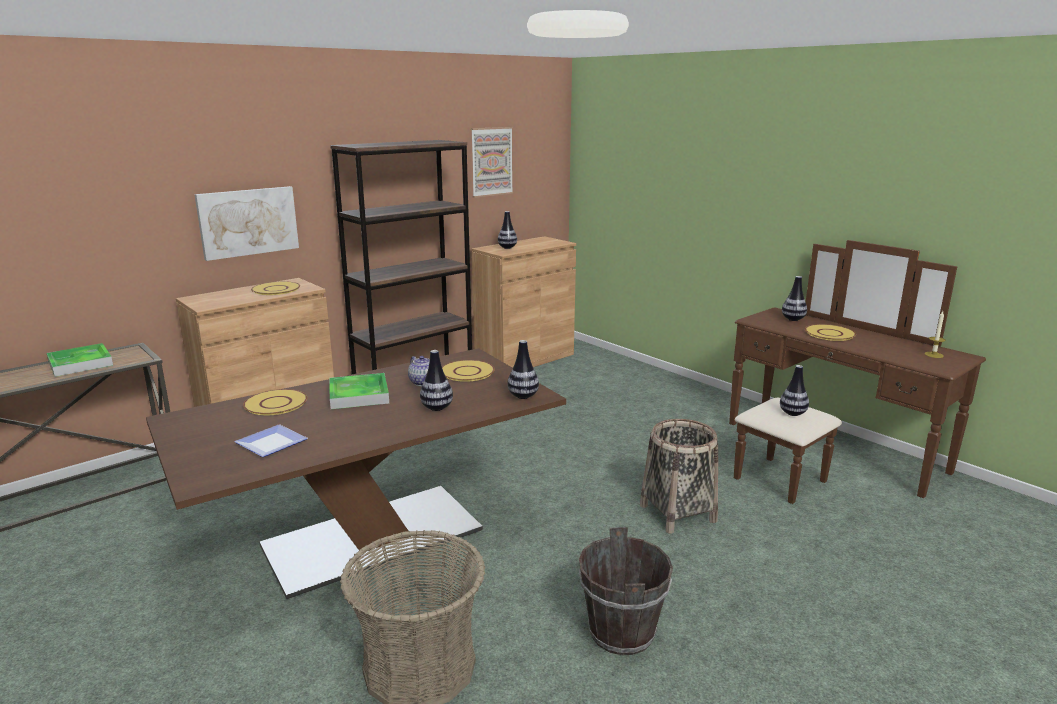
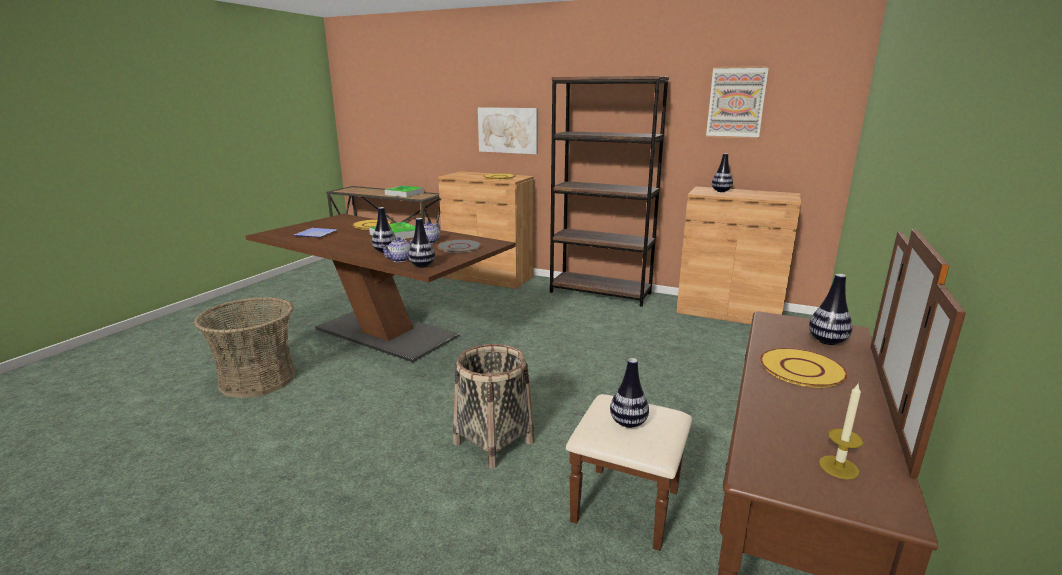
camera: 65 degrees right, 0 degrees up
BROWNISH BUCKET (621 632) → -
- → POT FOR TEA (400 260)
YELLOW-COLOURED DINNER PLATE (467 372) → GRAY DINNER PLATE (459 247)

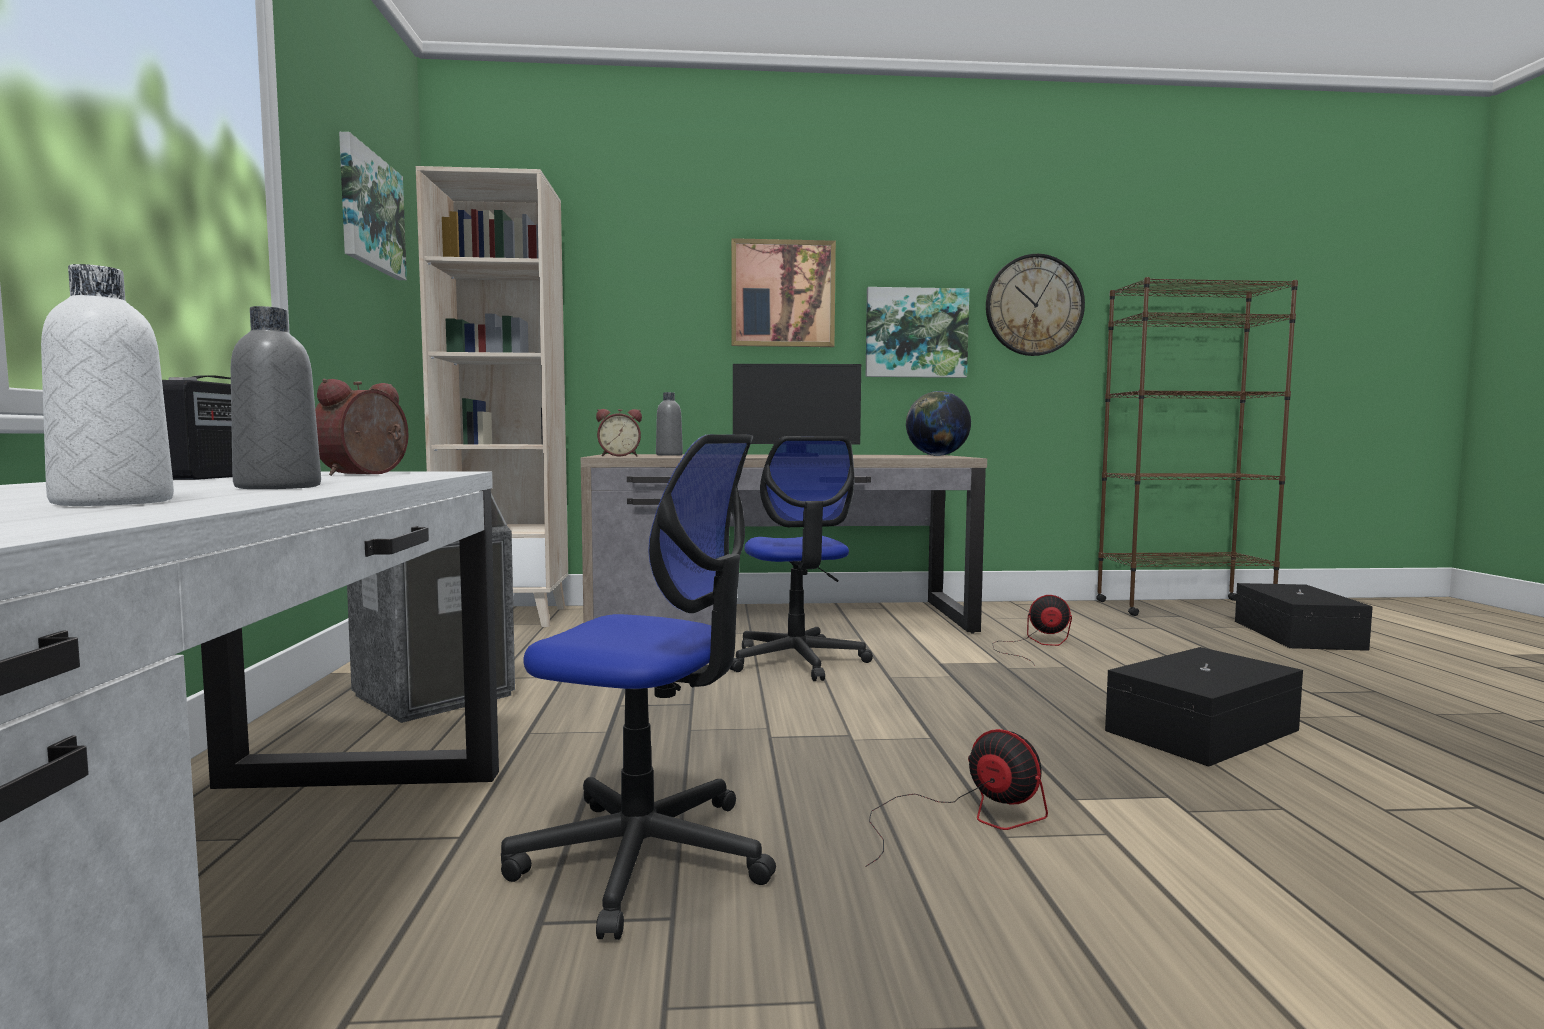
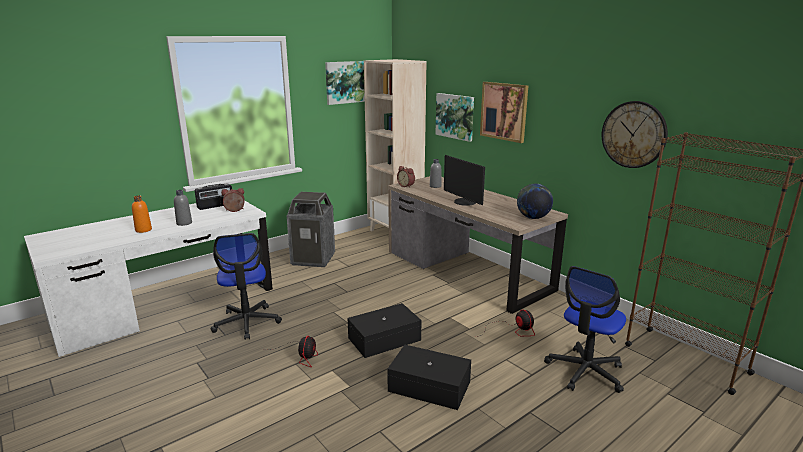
camera: 55 degrees right, 15 degrees up
DESK CHAIR (797 661) → DESK CHAIR (585 371), move
WALL ART (916 333) → WALL ART (455 116), move
BLACK STORAGE BOX (1298 634) → BLACK STORAGE BOX (385 339), move
WHITISH DRINK BOTTLE (113 502) → ORANGEY DRINK BOTTLE (143 230)

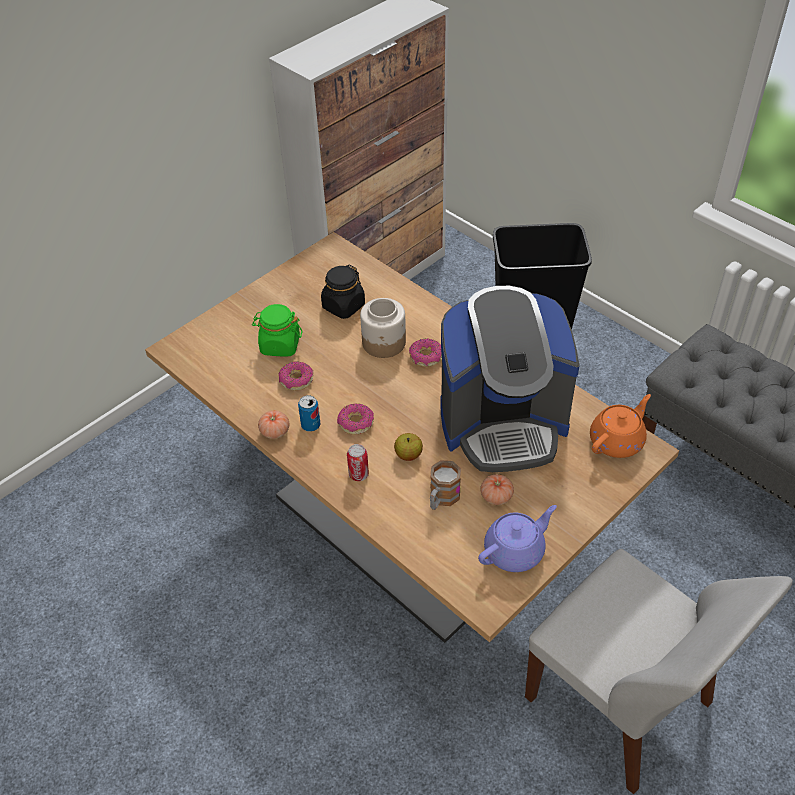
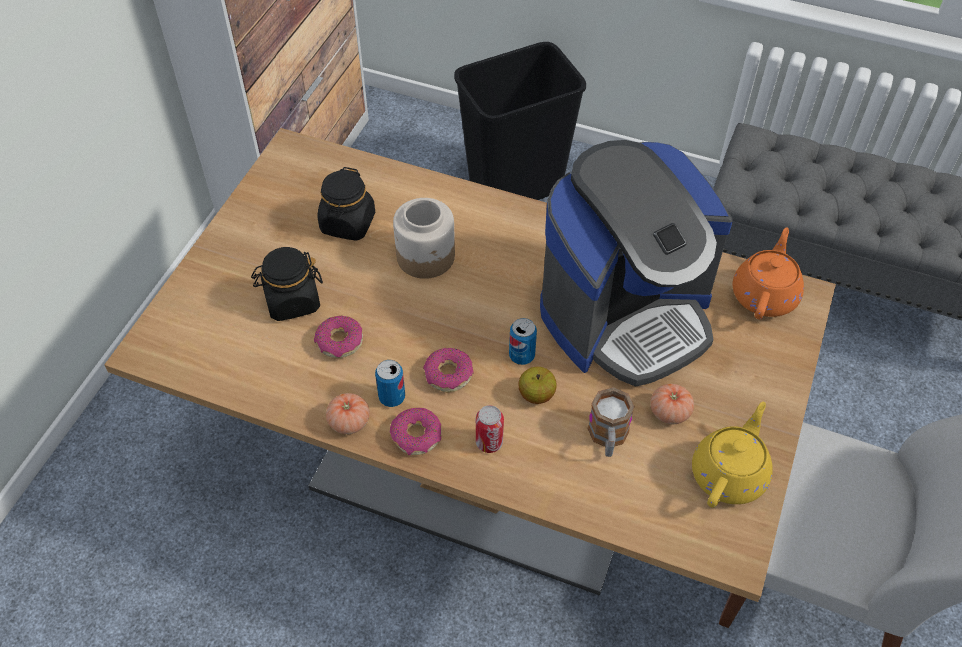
camera: 25 degrees left, 5 degrees up
- → SEALED CAN (521 356)
RING DOUGHNUT (425 357) → RING DOUGHNUT (416 436), move
GREEN JAR (280 345) → BLACK JAR (292 301)
PURPLISH POT FOR TEA (515 551) → YELLOW-COLOURED POT FOR TEA (729 473)

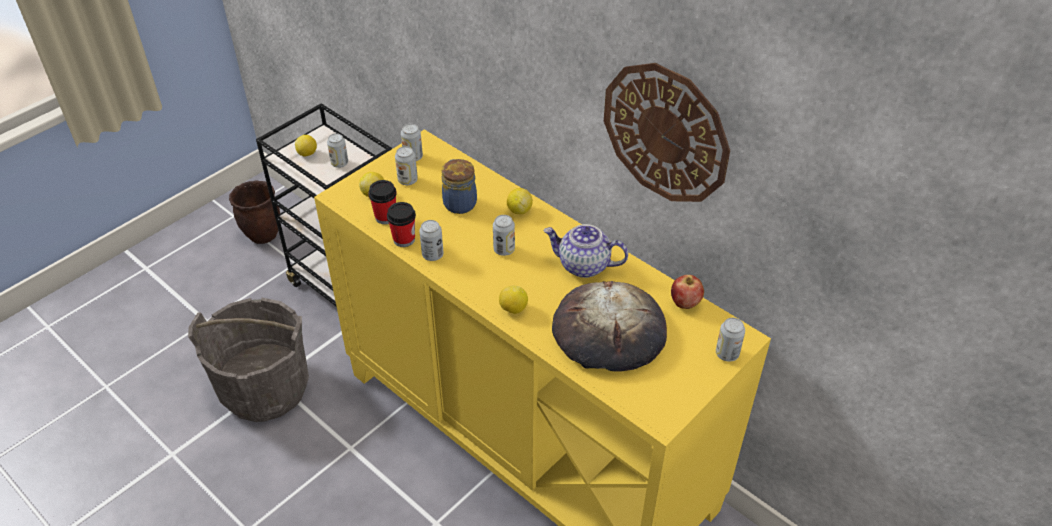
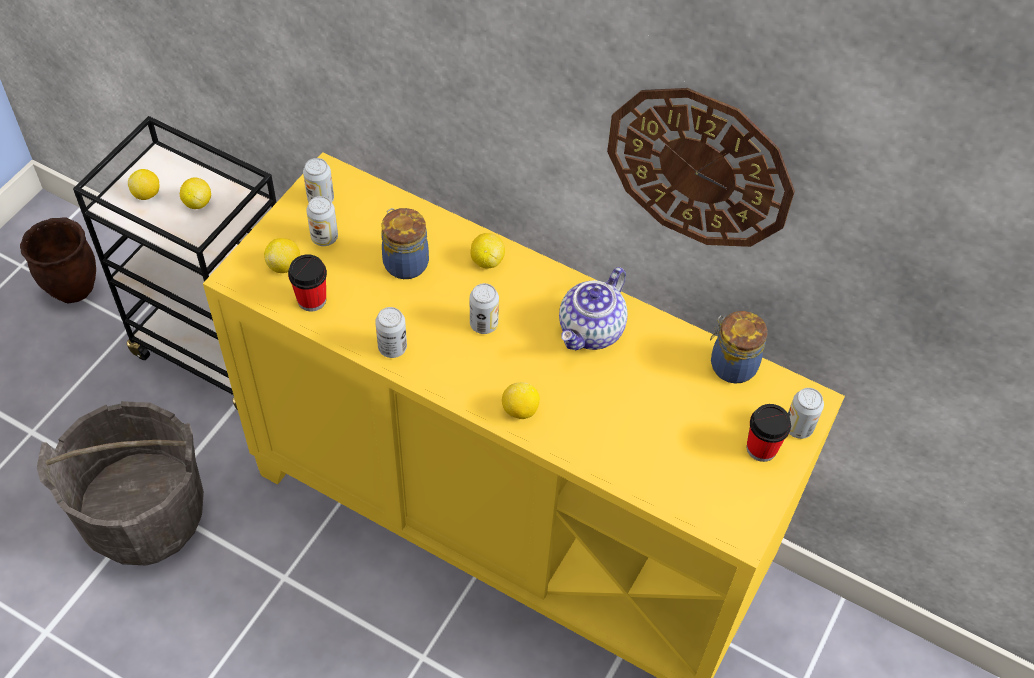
camera: 15 degrees left, 10 degrees up
BREAD (608 332) → -
CUP (404 239) → CUP (761 448), move
SEALED CAN (339 163) → LEMON (197 203)
APPLE FRUIT (685 303) → JAR (731 365)
POT FOR TEA (583 265) → POT FOR TEA (591 331), 60 degrees counterclockwise

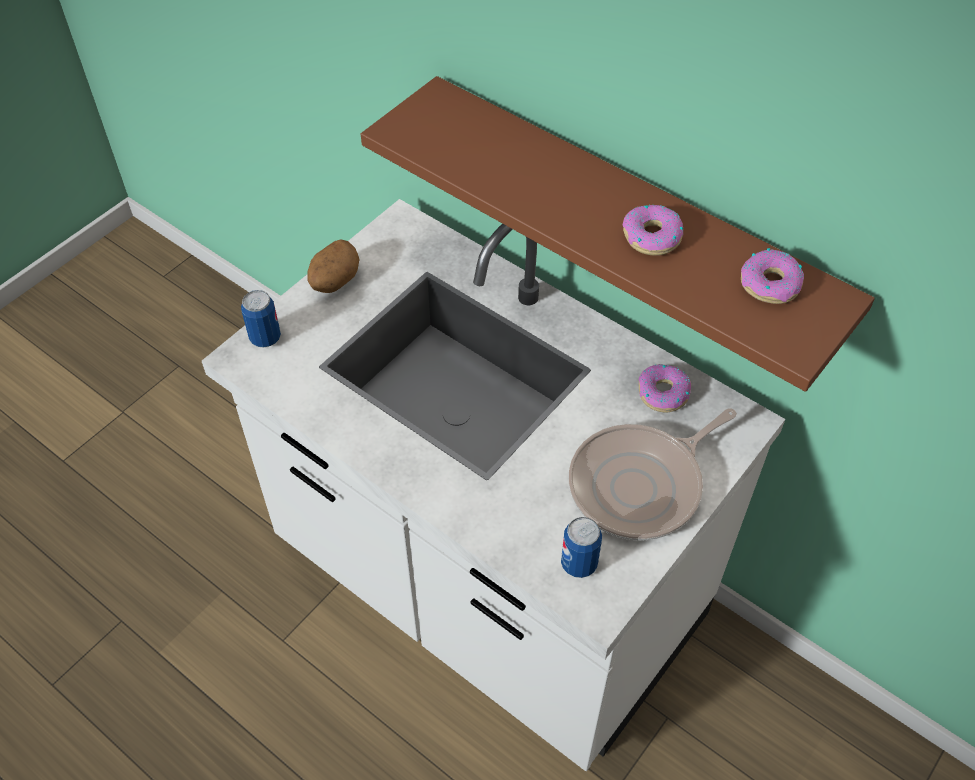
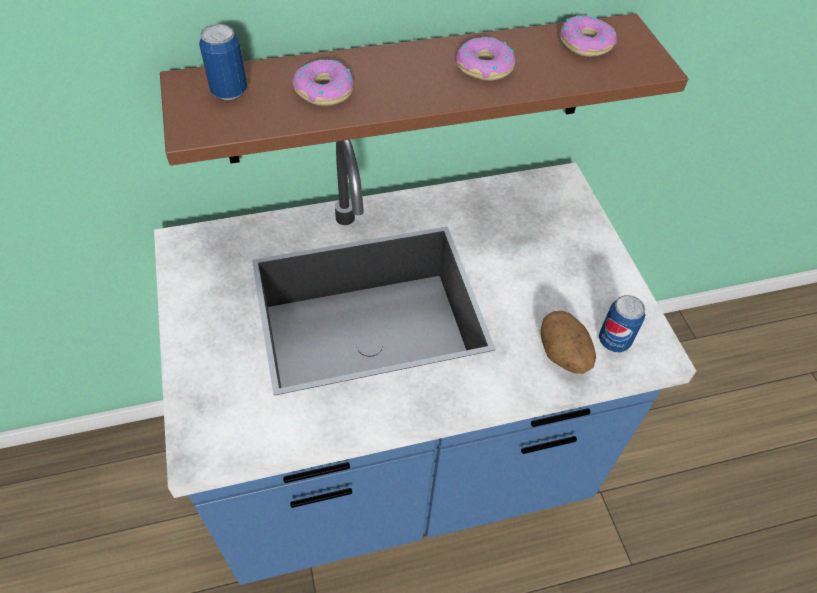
camera: 55 degrees left, 0 degrees up
FRYING PAN (641 485) → -
SEALED CAN (265 338) → SEALED CAN (229 92), move
SPUD (334 281) → SPUD (564 355), move
RING DOUGHNUT (662 393) → RING DOUGHNUT (324 91), move
WHITISH KITCHEN BASE UNIT (487 587) → BLUE-COLOURED KITCHEN BASE UNIT (400 466)

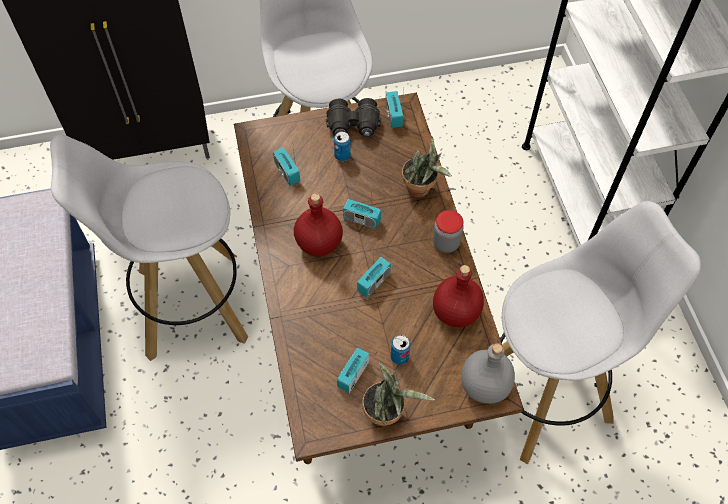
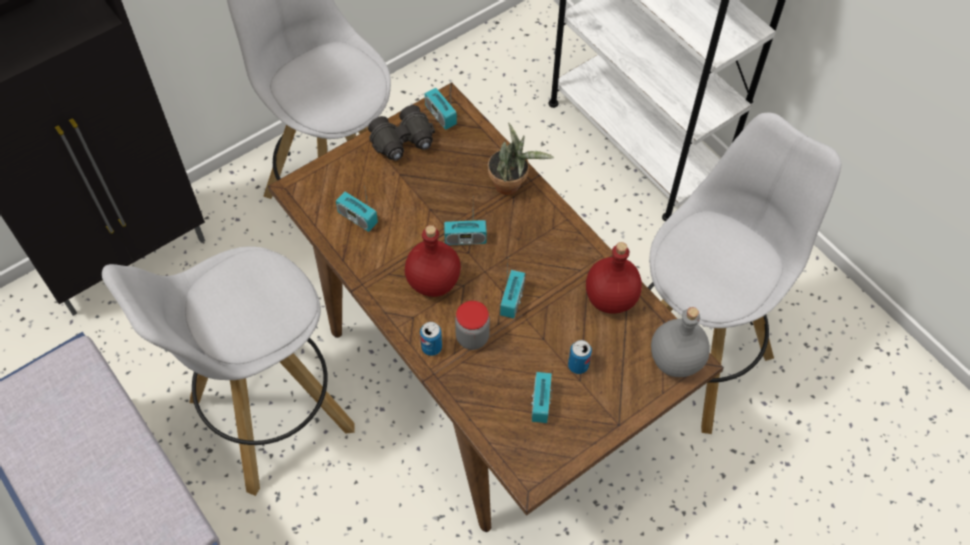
camera: 25 degrees left, 0 degrees up
HOUSEPLANT (387 413) → -
SEALED CAN (342 156) → SEALED CAN (431 347), move
JAR (446 243) → JAR (472 337), move

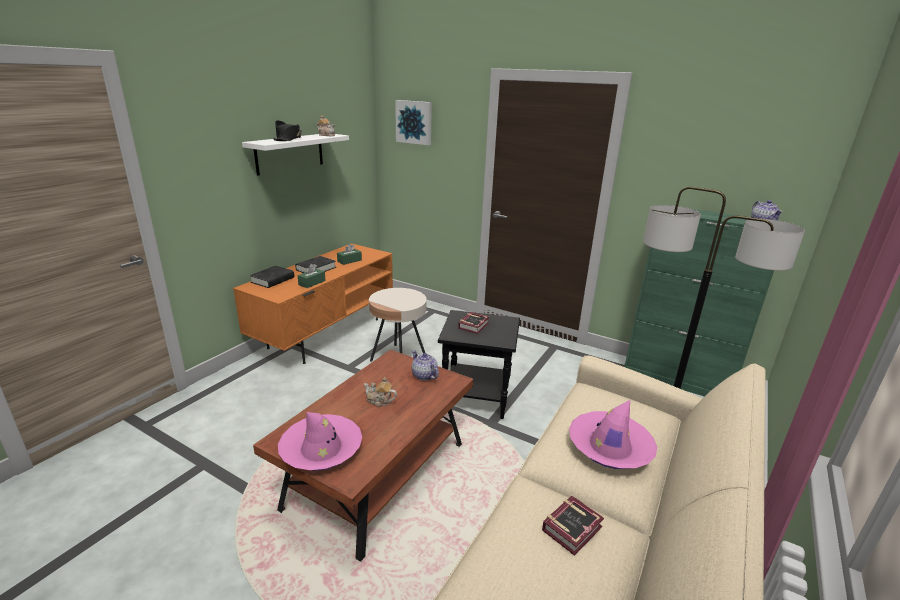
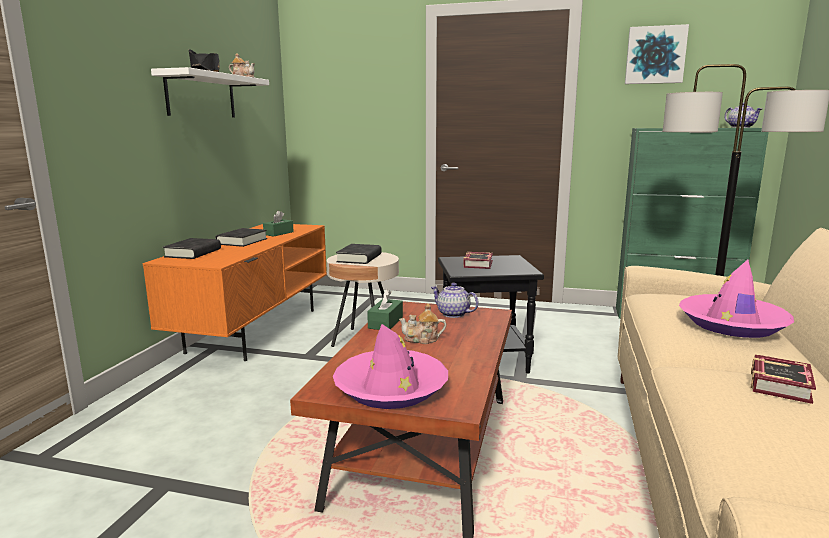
camera: 15 degrees left, 10 degrees down
- → BLACK BOOK (359 258)
GREEN TISSUE HOLDER (312 283) → GREEN TISSUE HOLDER (385 322), move
WALL ART (414 122) → WALL ART (655 55), move

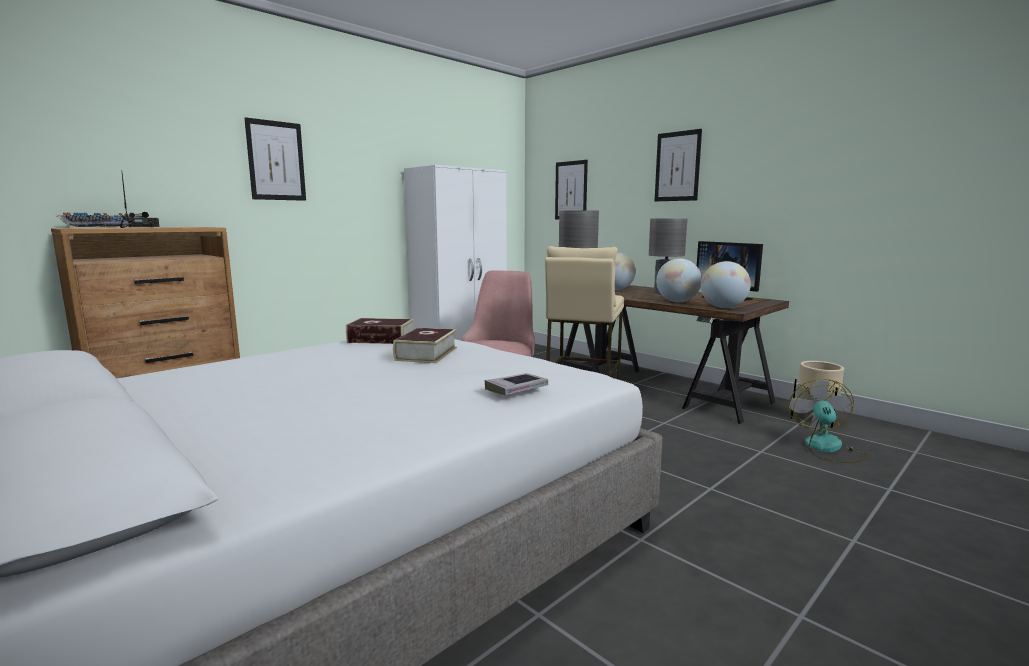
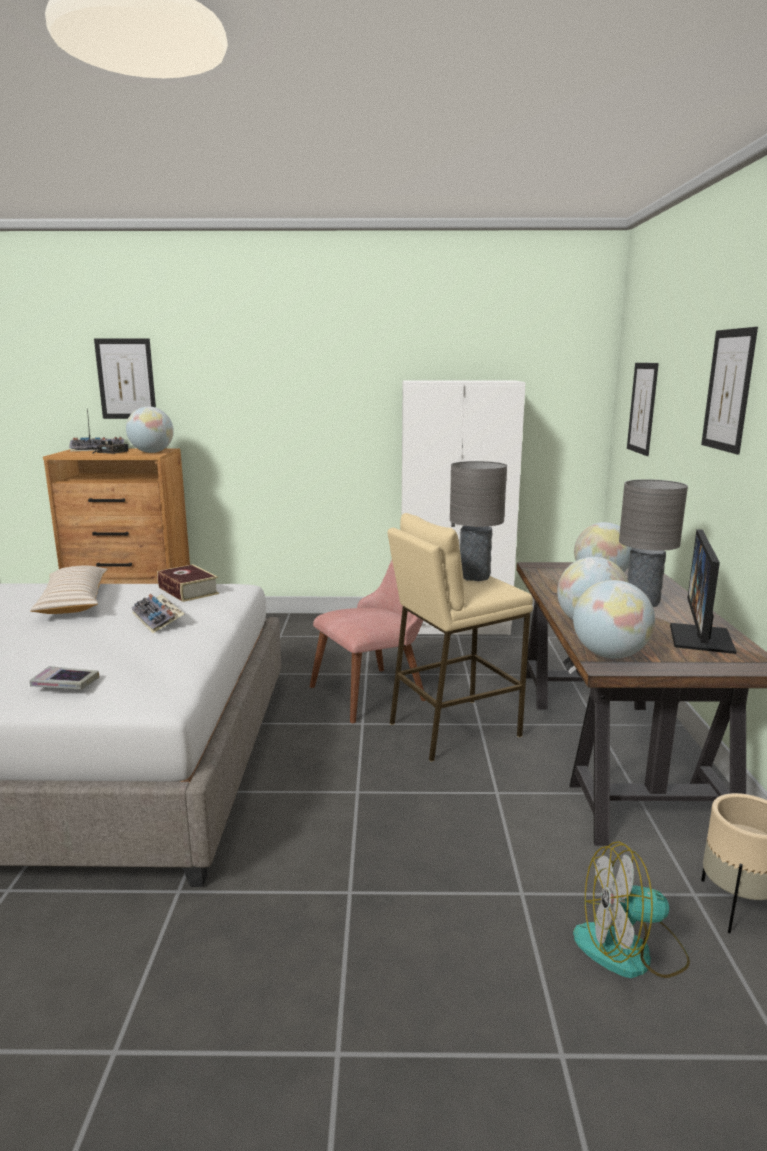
camera: 45 degrees right, 5 degrees up
- → BEIGE-COLOURED PILLOW (74 602)
- → DESK GLOBE (152 452)
WALL ART (276 161) → WALL ART (126 379), move
BOOK (426 354) → COMPUTER KEYBOARD (158 619)
COOLING FAN (827 449) → COOLING FAN (630 950), 150 degrees counterclockwise

